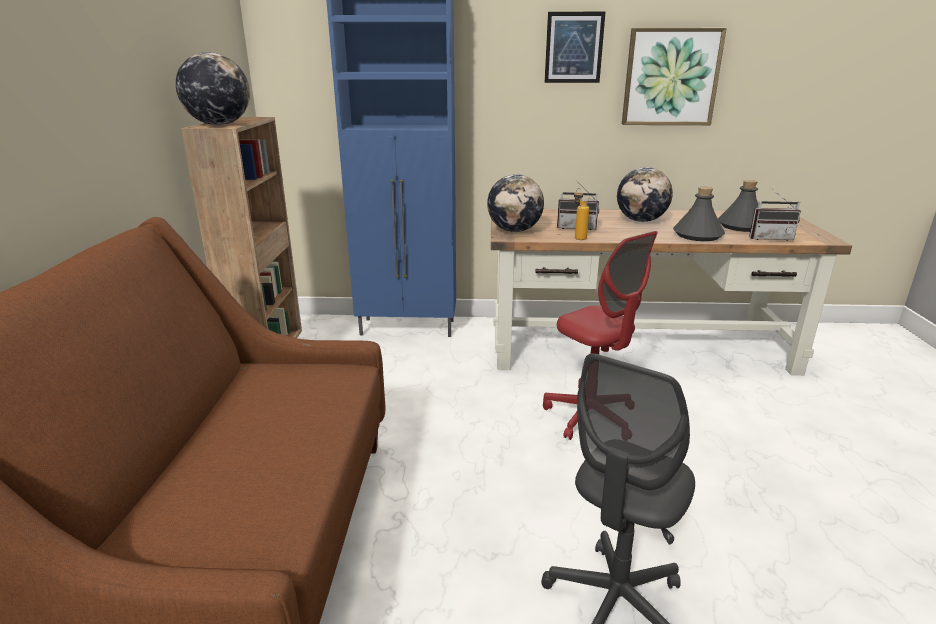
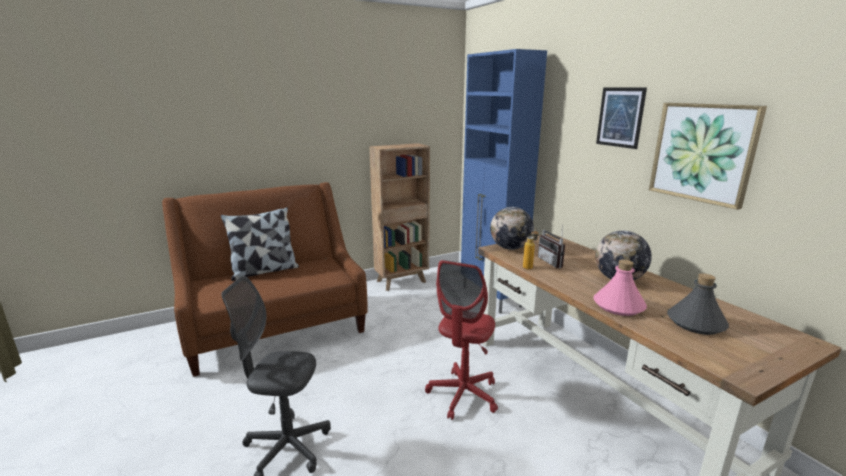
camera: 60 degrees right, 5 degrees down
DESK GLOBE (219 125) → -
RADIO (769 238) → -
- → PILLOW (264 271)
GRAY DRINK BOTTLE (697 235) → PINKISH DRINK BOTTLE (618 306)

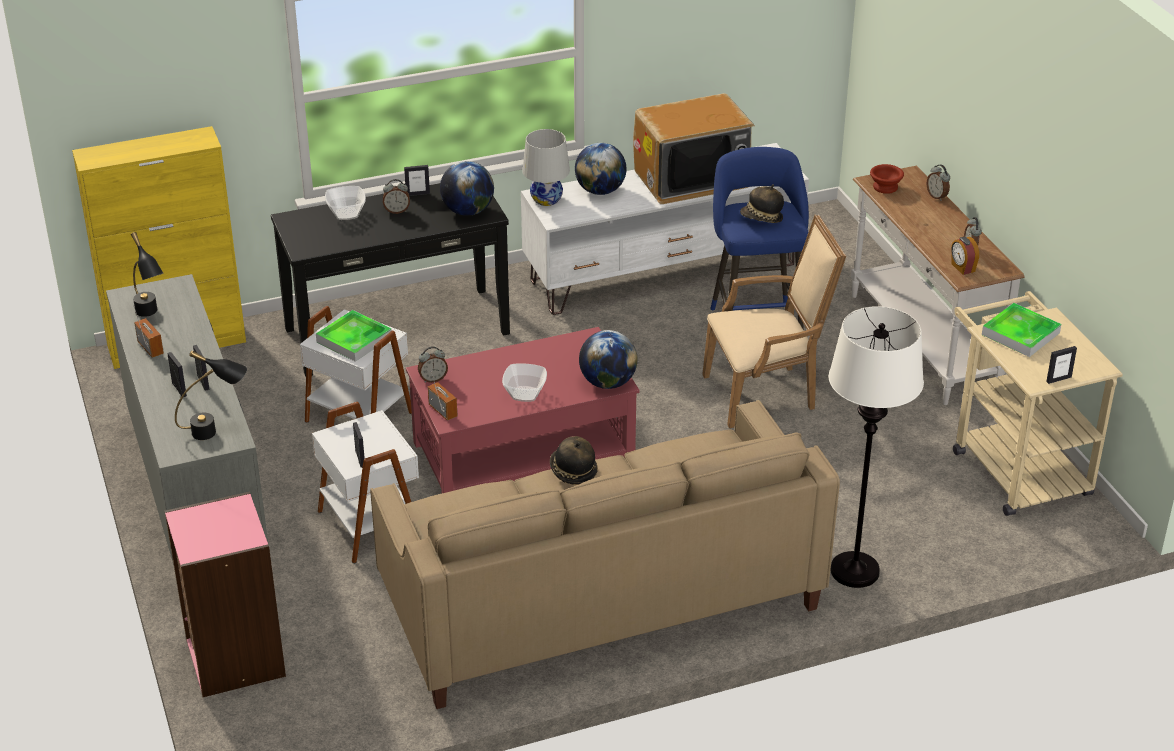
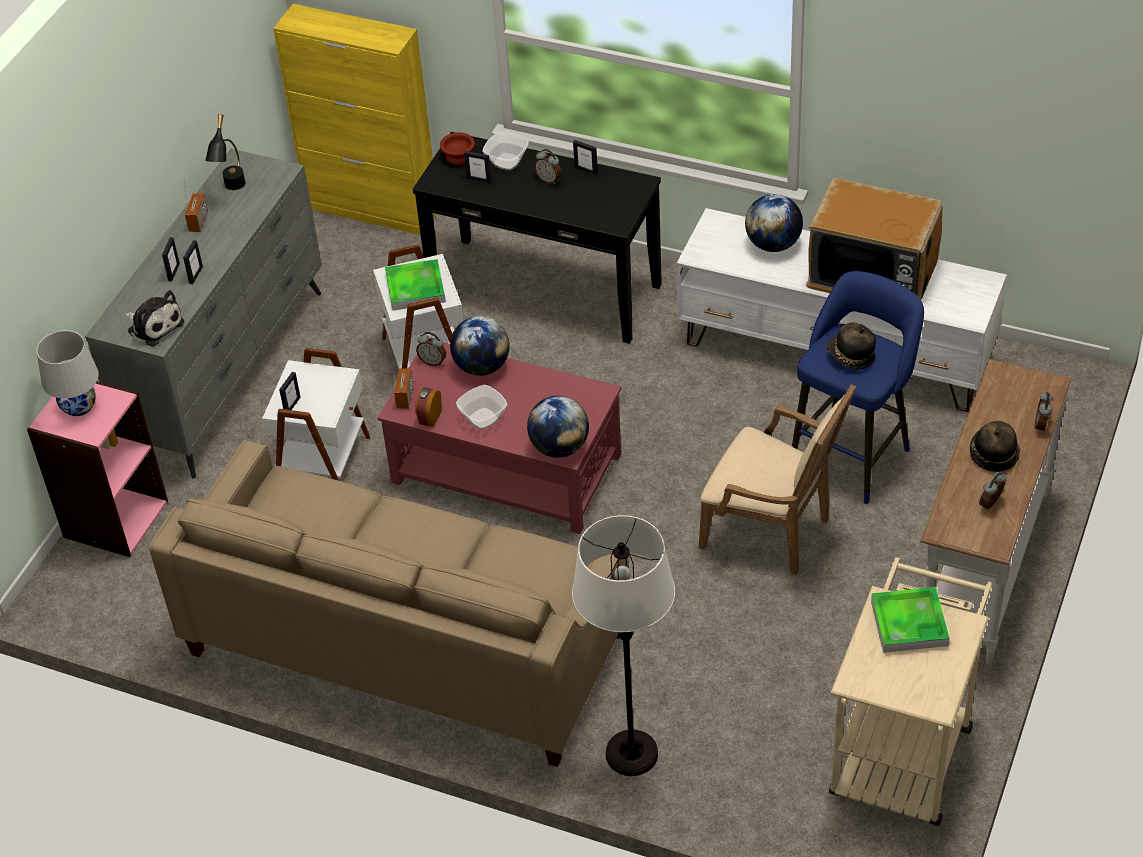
camera: 45 degrees right, 10 degrees up
DESK GLOBE (468 211) → DESK GLOBE (482 366), move
WHITISH TABLETOP LAMP (546 199) → WHITISH TABLETOP LAMP (79 406), move
WEARABLE HAT (572 471) → WEARABLE HAT (993 454), move
BROWNISH DEEP DISH (886 187) → BROWNISH DEEP DISH (459 157), move
ALARM CLOCK (962 268) → ALARM CLOCK (429 417), move
PHOTO FRAME (1058 379) → PHOTO FRAME (479 179), move
BLACK TABLETOP LAMP (216 431) → SOFT TOY (154 326)

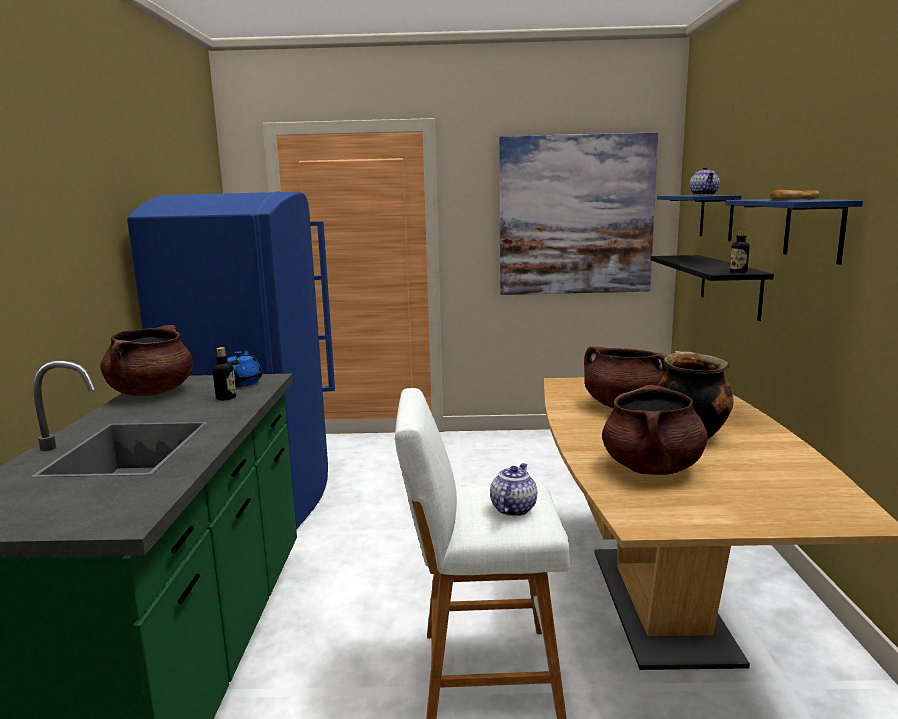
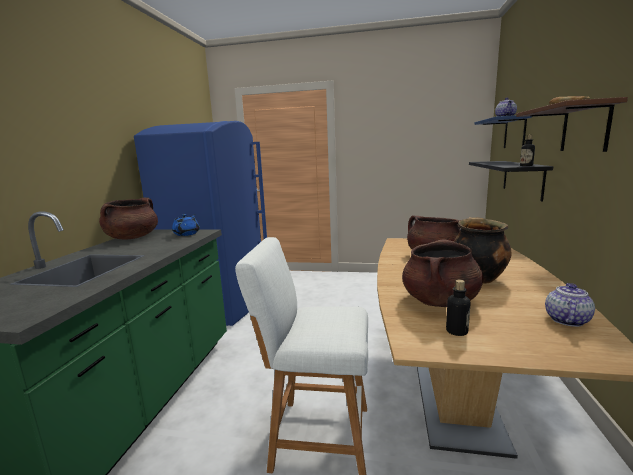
camera: 10 degrees right, 0 degrees up
WALL ART (576 215) → -
DRINK BOTTLE (226 398) → DRINK BOTTLE (456 331), move
POT FOR TEA (513 508) → POT FOR TEA (566 319), move
BLUE-COLOURED WALL SHELF (814 229) → BROWNISH WALL SHELF (585 128)

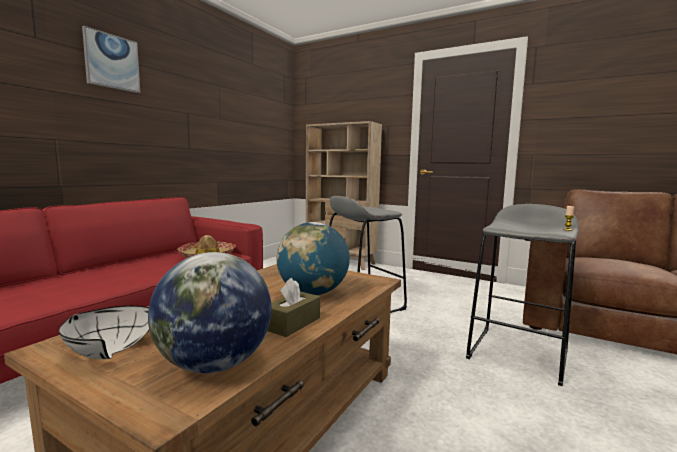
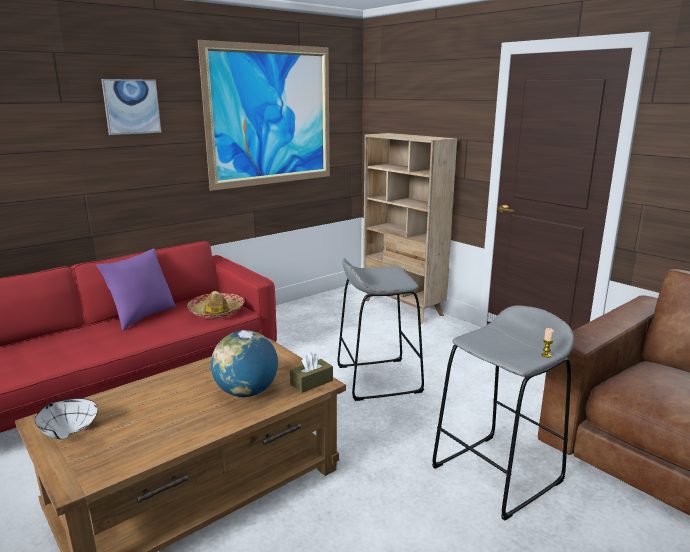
camera: 20 degrees right, 10 degrees up
DESK GLOBE (214 365) → -
- → PURPLISH PILLOW (142 317)
- → WALL ART (271 116)
BROWNISH TISSUE HOLDER (292 323) → BROWNISH TISSUE HOLDER (311 382), move

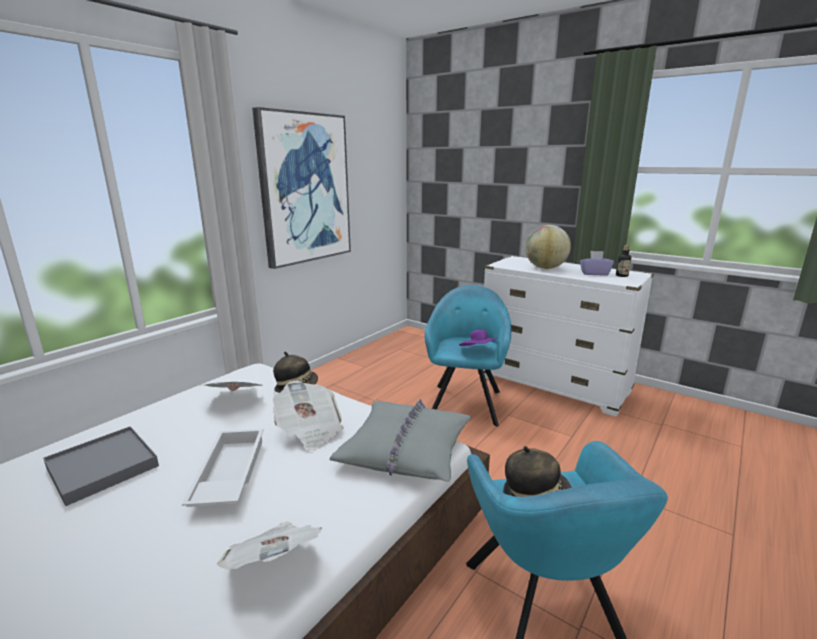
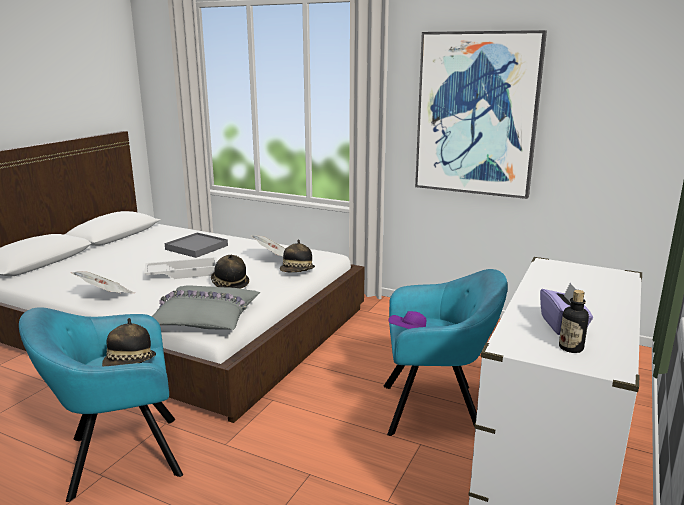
camera: 80 degrees right, 0 degrees up
DESK GLOBE (545 268) → -
DAILY PAPER (309 430) → WEARABLE HAT (229 284)

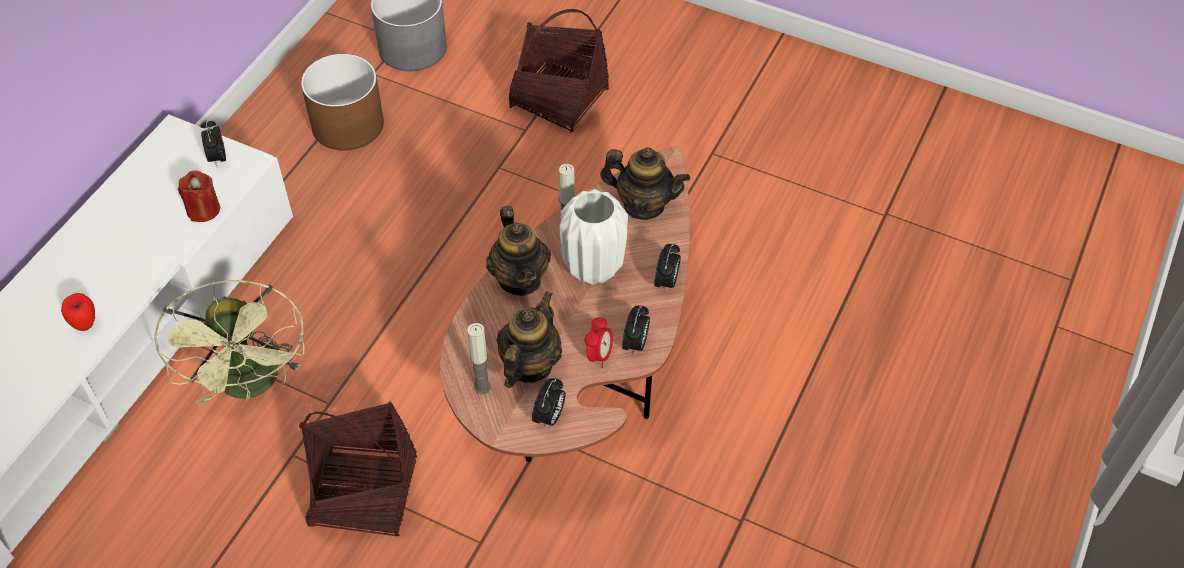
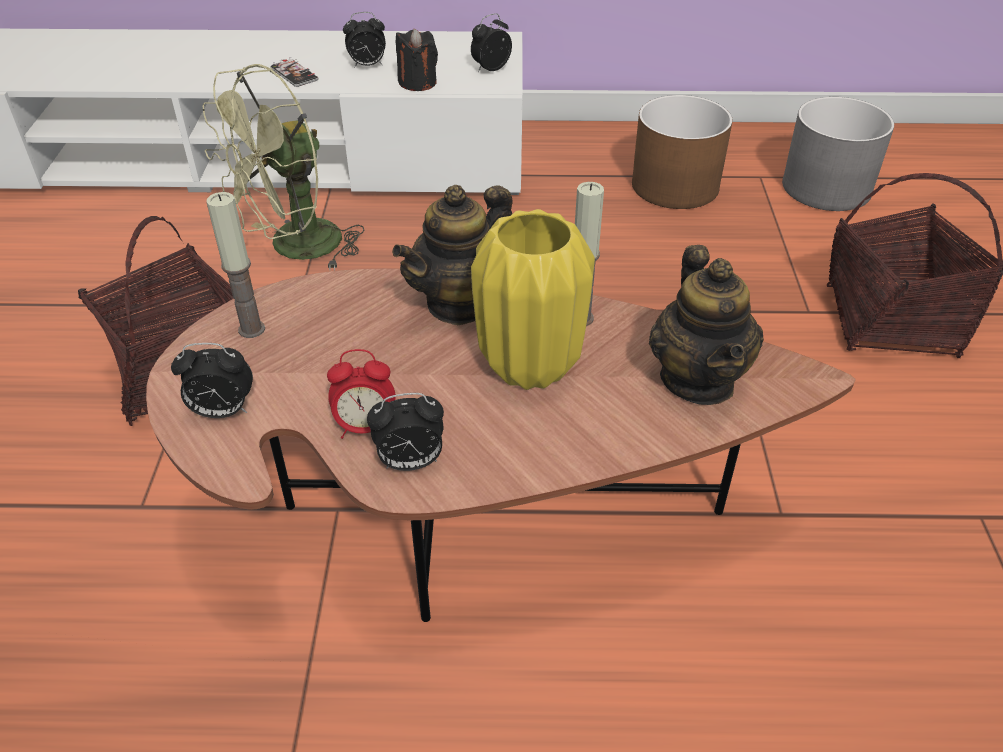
camera: 65 degrees right, 10 degrees down
APPLE FRUIT (85 324) → -
POT FOR TEA (529 365) → -
- → HANDSET (294 74)
ALARM CLOCK (666 282) → ALARM CLOCK (367 66), move
REDDISH WAX LIGHT (203 210) → BLACK WAX LIGHT (417 83)
WHITISH DECORATIVE VASE (592 268) → YELLOW-COLOURED DECORATIVE VASE (529 366)

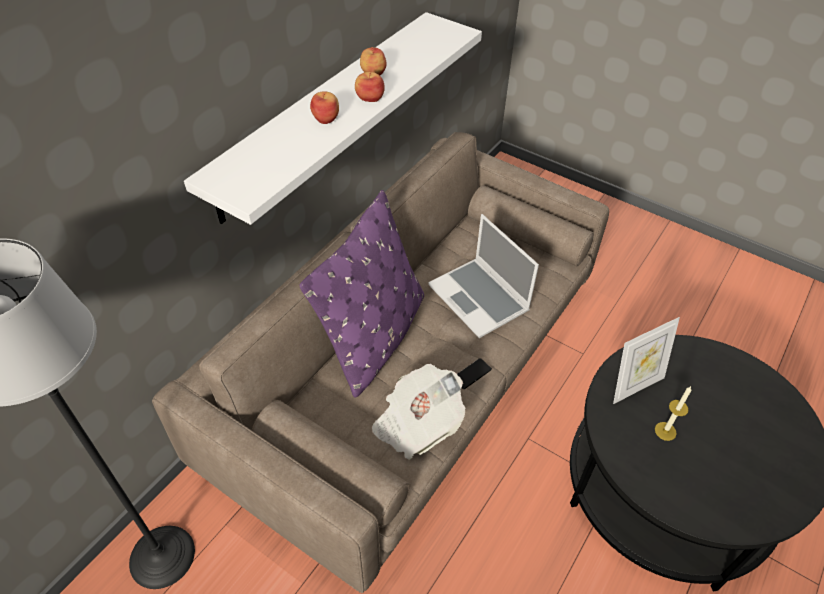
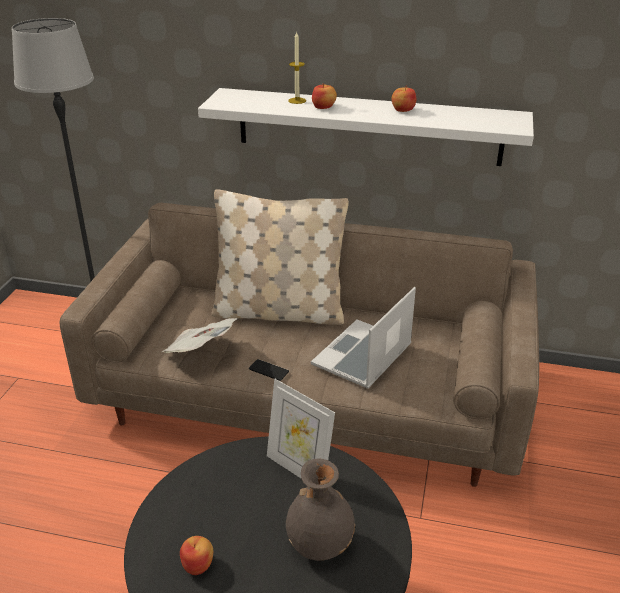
camera: 70 degrees right, 15 degrees down
- → GRAY DECORATIVE VASE (319 543)
APPLE FRUIT (370 98) → APPLE FRUIT (198 564), move
WAX LIGHT (665 431) → WAX LIGHT (297 100), move
PURPLISH PILLOW (374 338) → BEIGE-COLOURED PILLOW (279 311)

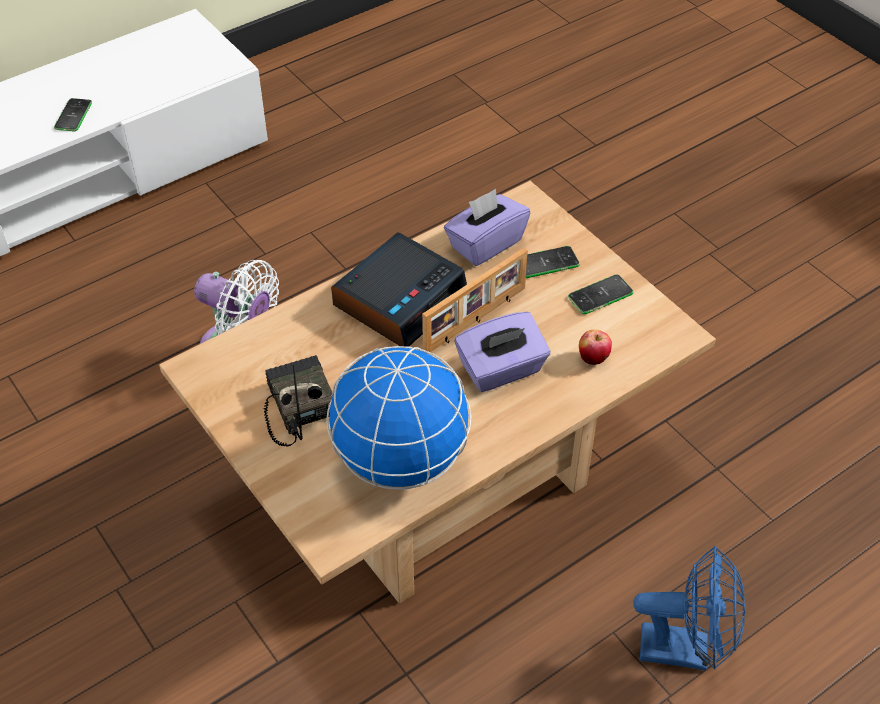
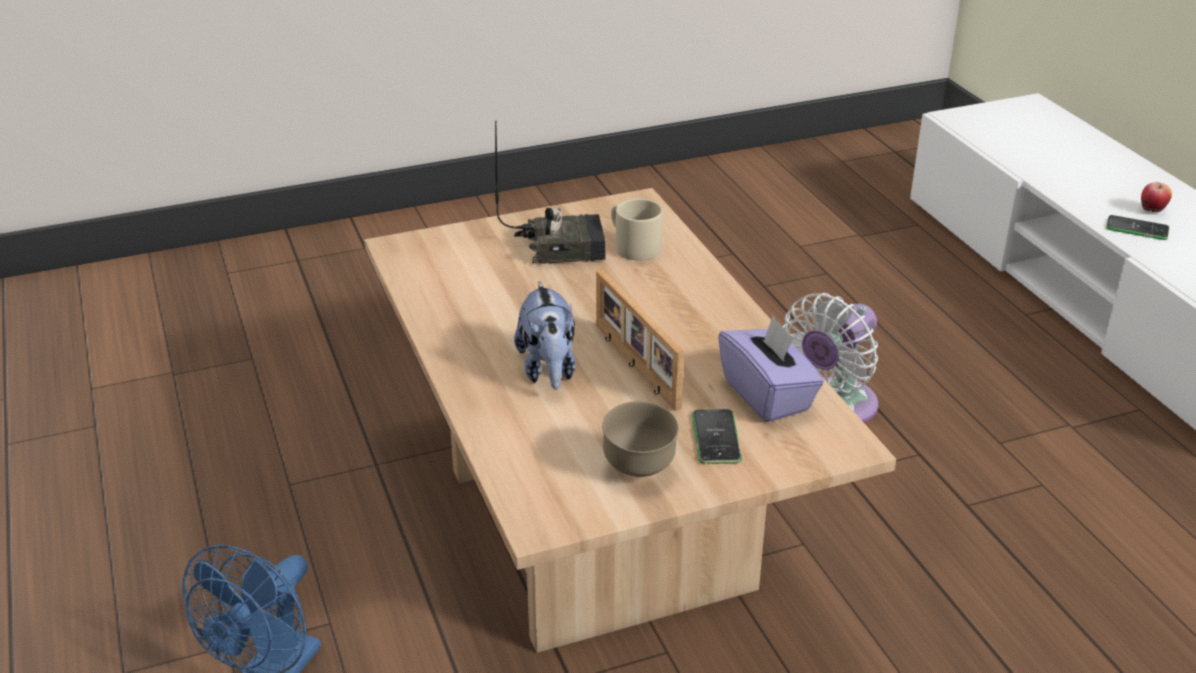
camera: 105 degrees right, 15 degrees down
DESK GLOBE (401 460) → -
ALARM CLOCK (400 299) → -
- → BEIGE-COLOURED COFFEE MUG (632 246)
APPLE FRUIT (593 358) → APPLE FRUIT (1152 211), move
PURPLISH TISSUE HOLDER (501 370) → SOFT TOY (548 370)
HANDSET (600 295) → BROWNISH DEEP DISH (639 470)

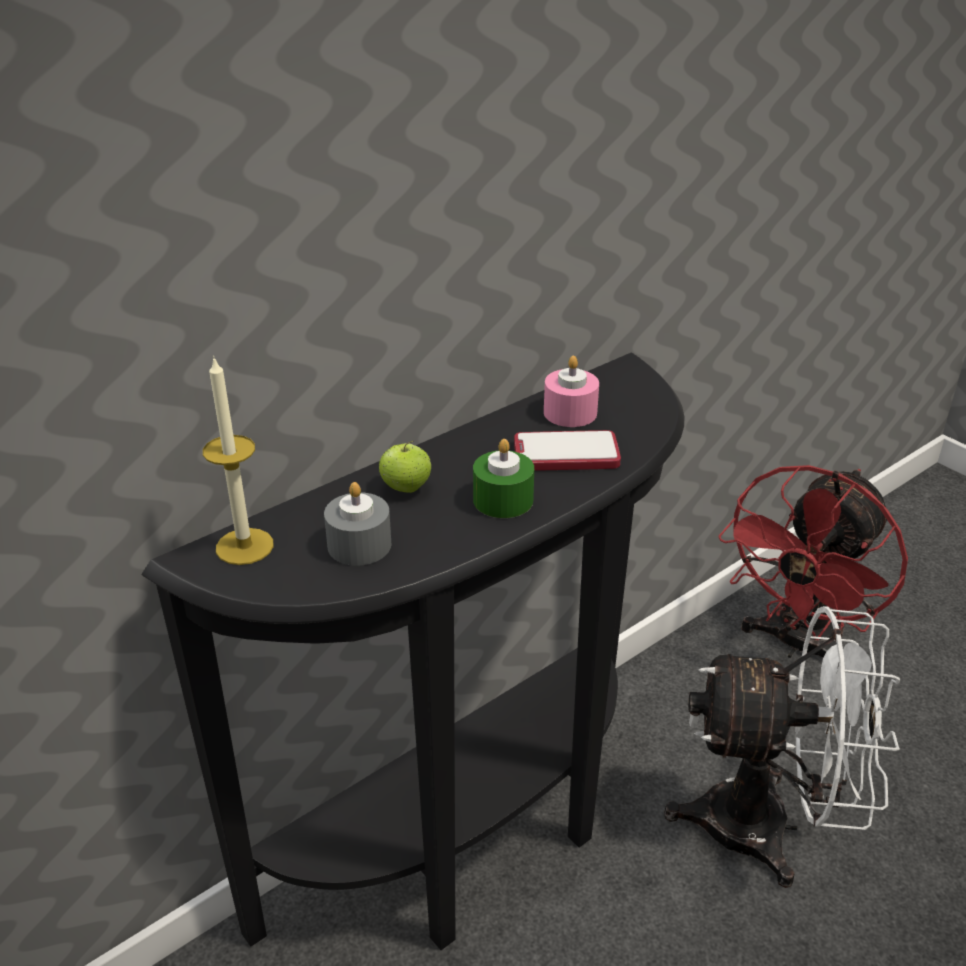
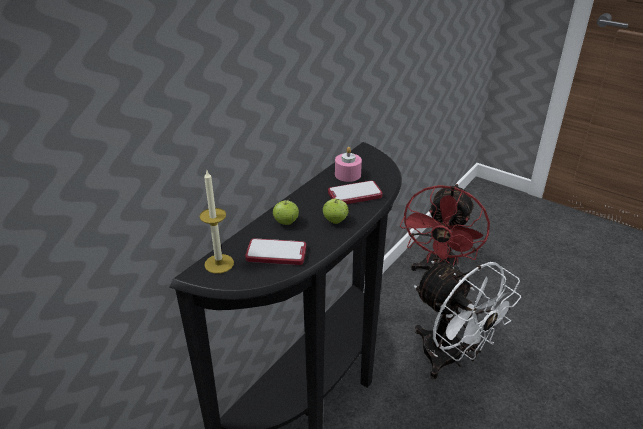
camera: 15 degrees left, 0 degrees up
GRAY WAX LIGHT (359 545) → HANDSET (276 253)
GREEN WAX LIGHT (503 500) → APPLE FRUIT (335 221)
WHITISH COOLING FAN (769 826) → WHITISH COOLING FAN (450 359), 60 degrees clockwise

